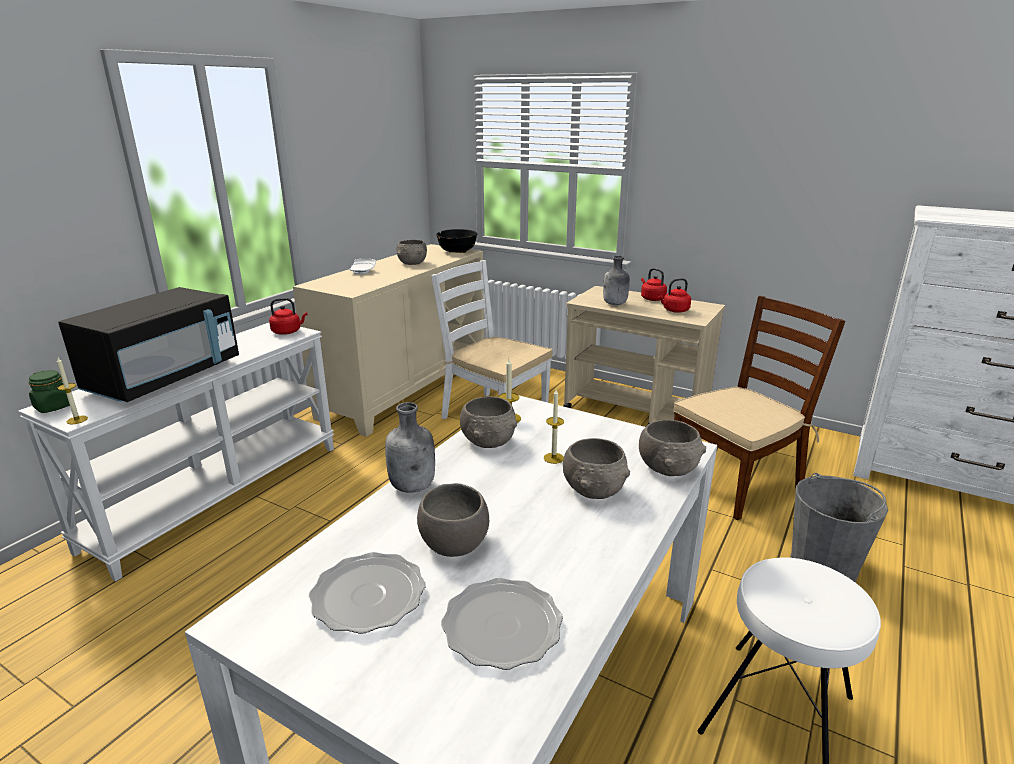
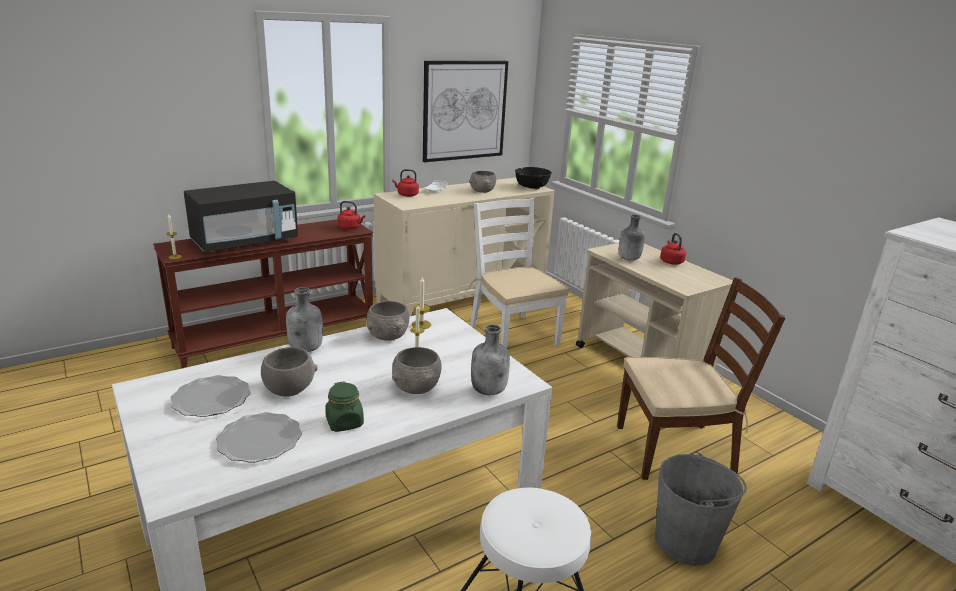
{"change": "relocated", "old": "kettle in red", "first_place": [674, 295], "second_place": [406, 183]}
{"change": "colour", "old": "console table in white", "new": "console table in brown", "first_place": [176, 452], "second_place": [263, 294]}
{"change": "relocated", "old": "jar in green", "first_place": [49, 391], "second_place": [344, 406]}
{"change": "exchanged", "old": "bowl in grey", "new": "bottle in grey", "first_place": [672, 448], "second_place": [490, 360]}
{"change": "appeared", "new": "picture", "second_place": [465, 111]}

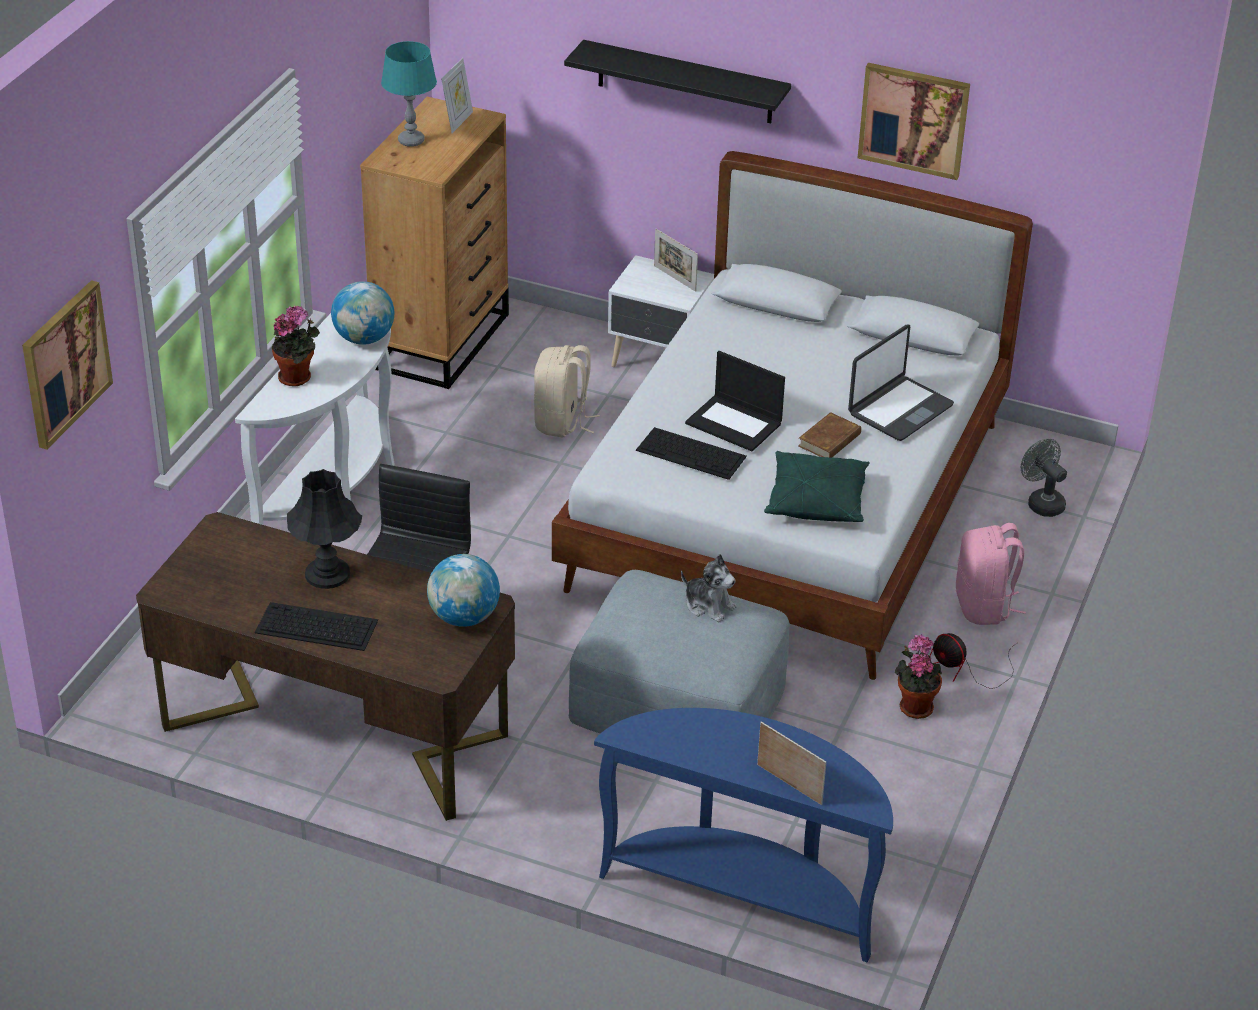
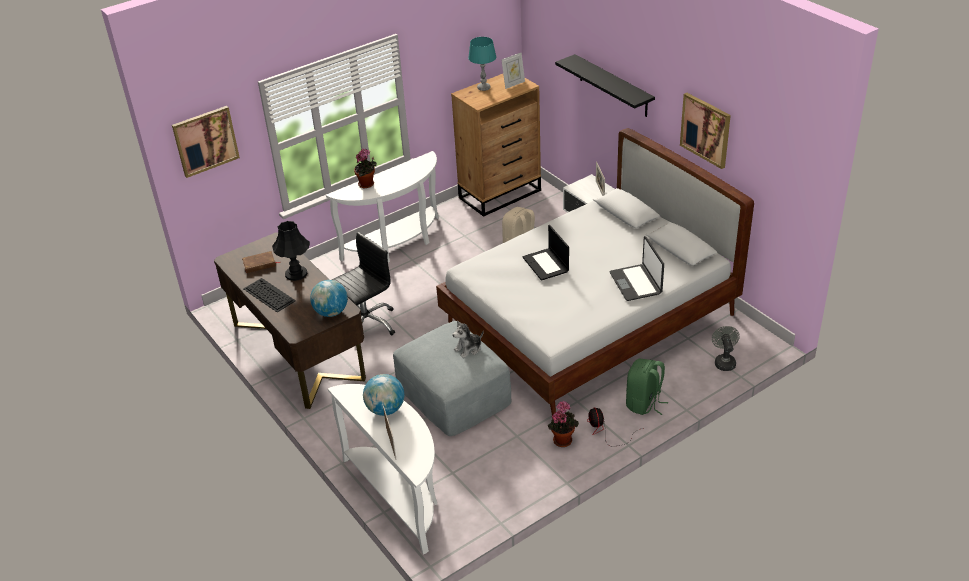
{"change": "relocated", "old": "globe", "first_place": [362, 313], "second_place": [383, 395]}
{"change": "spun", "old": "laptop", "first_place": [901, 383], "second_place": [637, 268], "degrees": 90}
{"change": "relocated", "old": "book in brown", "first_place": [829, 435], "second_place": [261, 262]}
{"change": "missing", "old": "keyboard", "first_place": [691, 453]}
{"change": "missing", "old": "pillow in green", "first_place": [817, 486]}
{"change": "colour", "old": "backpack in pink", "new": "backpack in green", "first_place": [991, 574], "second_place": [647, 387]}
{"change": "spun", "old": "plush toy", "first_place": [709, 588], "second_place": [467, 339], "degrees": 75}
{"change": "colour", "old": "console table in blue", "new": "console table in white", "first_place": [743, 835], "second_place": [382, 469]}

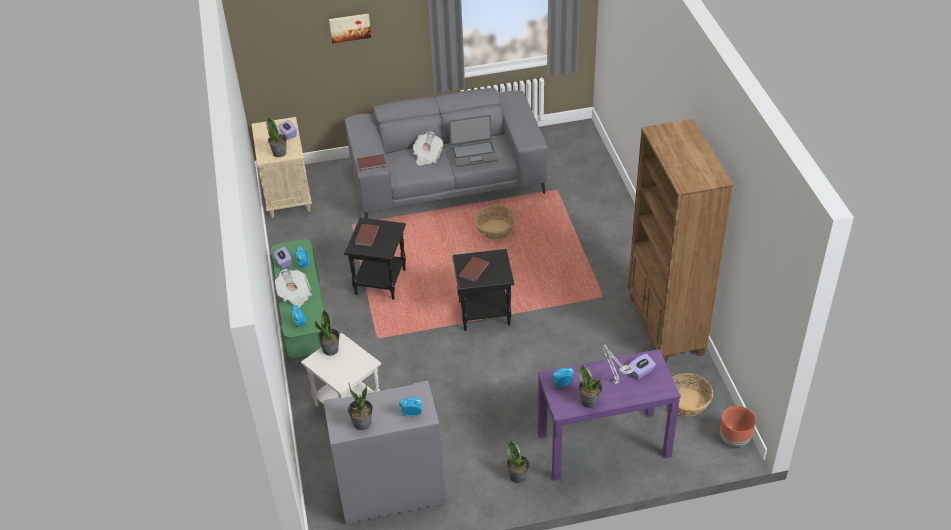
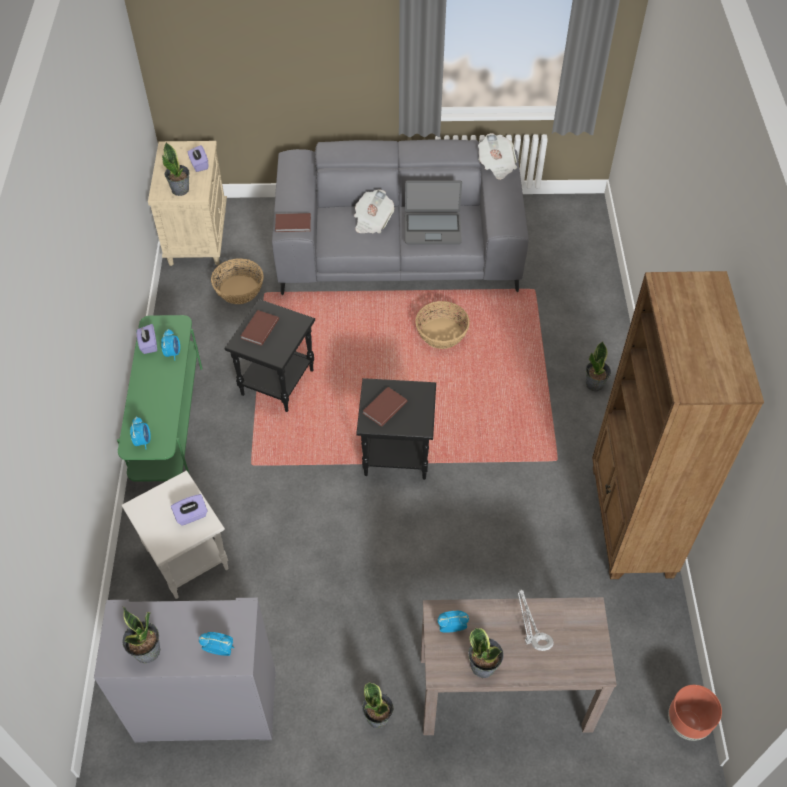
{"change": "missing", "old": "picture", "first_place": [350, 28]}
{"change": "relocated", "old": "newspaper", "first_place": [293, 288], "second_place": [497, 156]}
{"change": "relocated", "old": "potted plant", "first_place": [327, 332], "second_place": [598, 366]}
{"change": "colour", "old": "console table in purple", "new": "console table in brown", "first_place": [609, 415], "second_place": [519, 666]}
{"change": "relocated", "old": "tissue box in purple", "first_place": [642, 366], "second_place": [189, 510]}
{"change": "relocated", "old": "basket", "first_place": [692, 394], "second_place": [237, 281]}

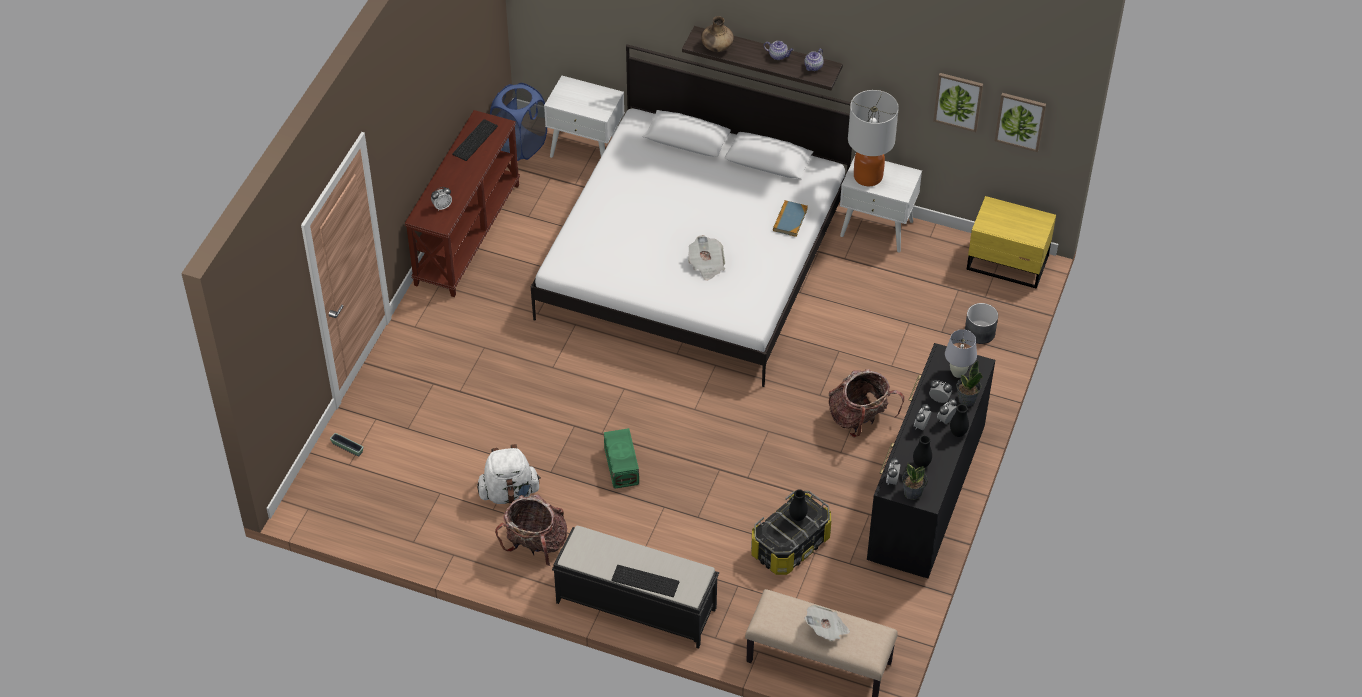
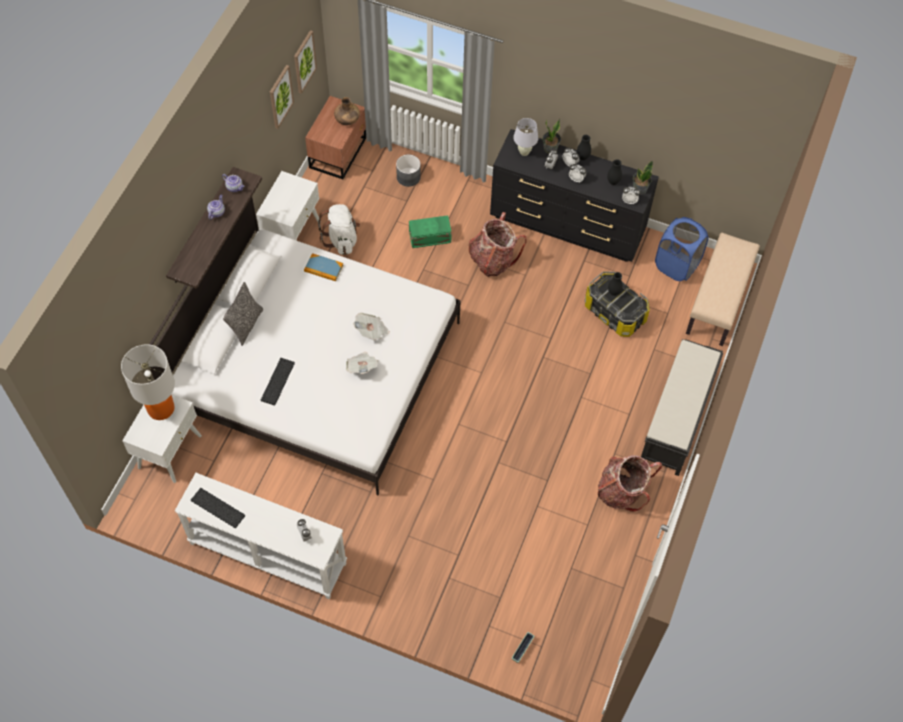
{"change": "relocated", "old": "vase in brown", "first_place": [717, 34], "second_place": [347, 111]}
{"change": "relocated", "old": "laundry basket in blue", "first_place": [518, 122], "second_place": [682, 249]}
{"change": "relocated", "old": "table lamp", "first_place": [873, 138], "second_place": [148, 382]}
{"change": "colour", "old": "console table in brown", "new": "console table in white", "first_place": [462, 203], "second_place": [261, 536]}
{"change": "colour", "old": "nightstand in yellow", "new": "nightstand in brown", "first_place": [1011, 242], "second_place": [335, 137]}
{"change": "relocated", "old": "storage box in green", "first_place": [621, 458], "second_place": [430, 231]}
{"change": "relocated", "old": "backpack in white", "first_place": [509, 474], "second_place": [339, 229]}
{"change": "relocated", "old": "keyboard", "first_place": [645, 581], "second_place": [278, 382]}
{"change": "relocated", "old": "newspaper", "first_place": [827, 623], "second_place": [362, 363]}
{"change": "appeared", "new": "pillow", "second_place": [243, 314]}

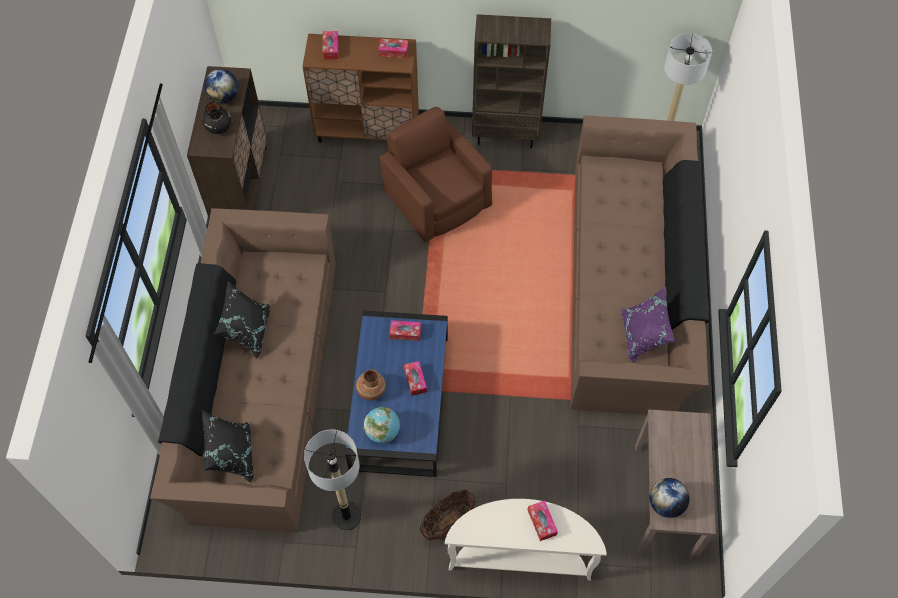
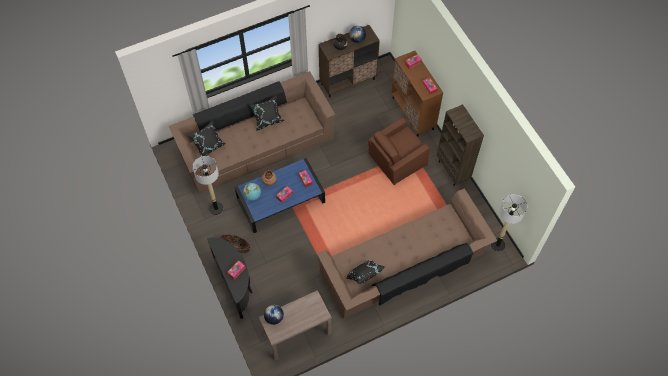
{"change": "spun", "old": "armchair in brown", "first_place": [436, 175], "second_place": [399, 151], "degrees": -150}
{"change": "colour", "old": "pillow in purple", "new": "pillow in black", "first_place": [648, 325], "second_place": [365, 272]}
{"change": "colour", "old": "console table in white", "new": "console table in black", "first_place": [526, 540], "second_place": [229, 278]}

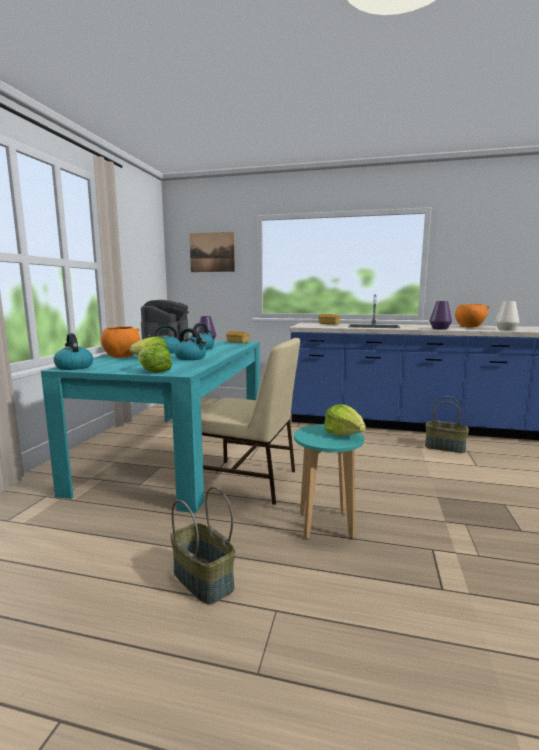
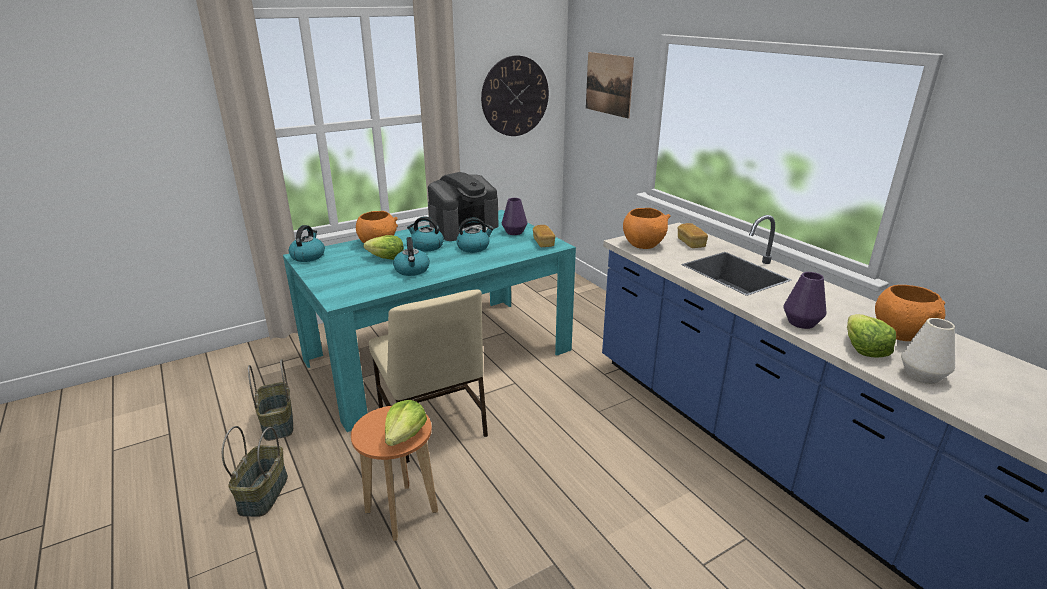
{"change": "relocated", "old": "lettuce", "first_place": [155, 359], "second_place": [871, 336]}
{"change": "relocated", "old": "basket", "first_place": [447, 424], "second_place": [270, 400]}
{"change": "colour", "old": "stool in turquoise", "new": "stool in orange", "first_place": [329, 482], "second_place": [394, 473]}
{"change": "appeared", "new": "wall clock", "second_place": [515, 95]}
{"change": "appeared", "new": "bowl in orange", "second_place": [647, 228]}

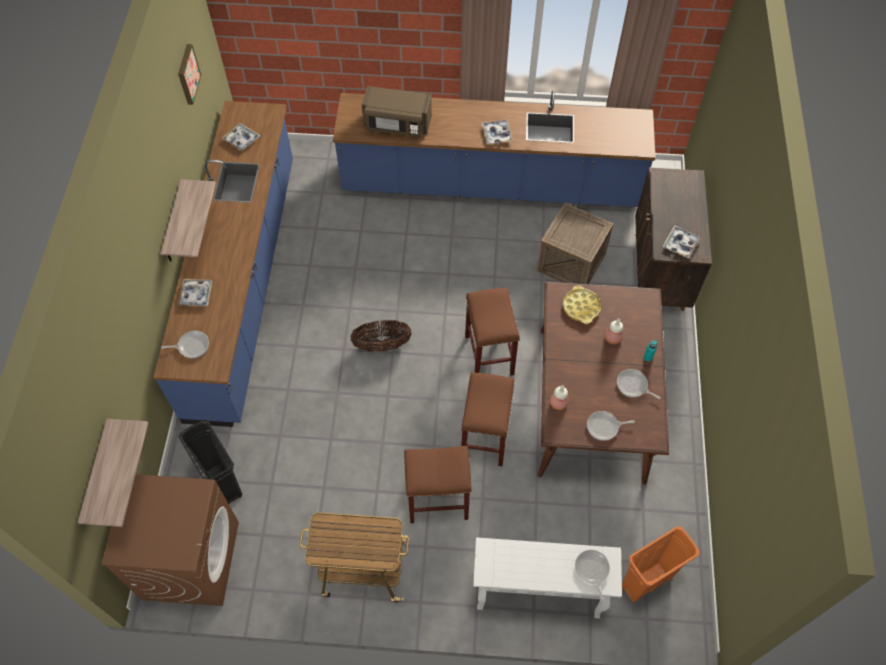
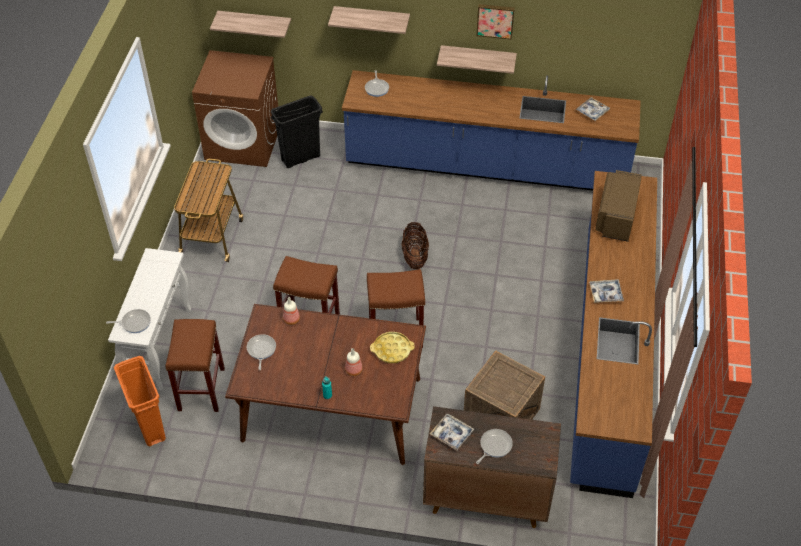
{"change": "relocated", "old": "picture", "first_place": [189, 74], "second_place": [495, 22]}
{"change": "missing", "old": "tray", "first_place": [195, 292]}
{"change": "relocated", "old": "frying pan", "first_place": [639, 384], "second_place": [494, 446]}
{"change": "relocated", "old": "stool in brown", "first_place": [438, 485], "second_place": [195, 365]}
{"change": "appeared", "new": "shelf", "second_place": [369, 20]}

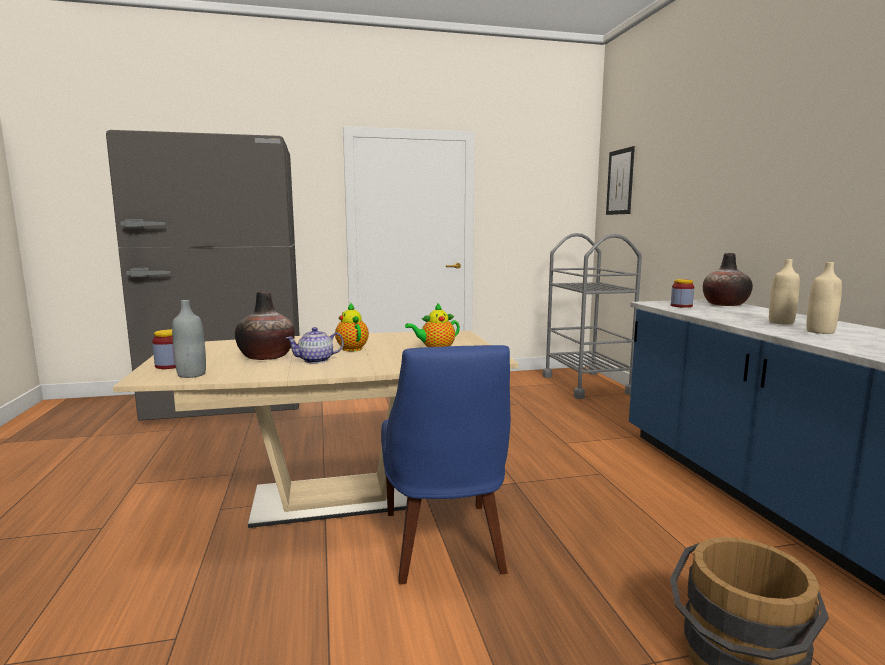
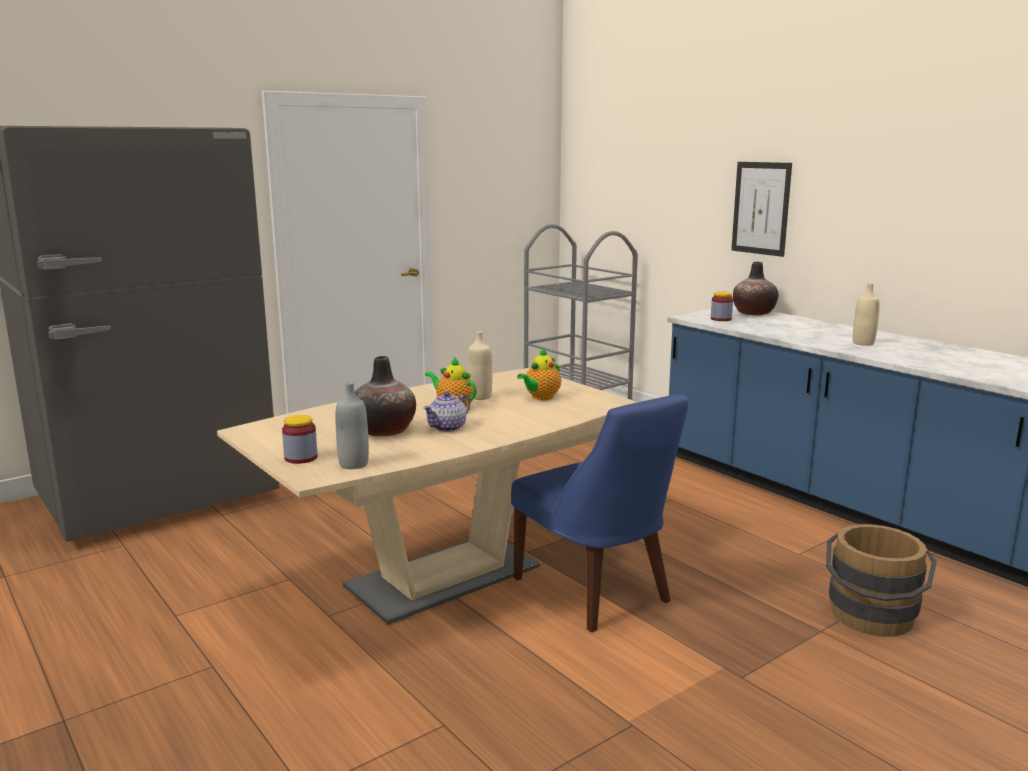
{"change": "relocated", "old": "picture", "first_place": [620, 180], "second_place": [761, 209]}
{"change": "relocated", "old": "bottle in beige", "first_place": [784, 292], "second_place": [479, 365]}

